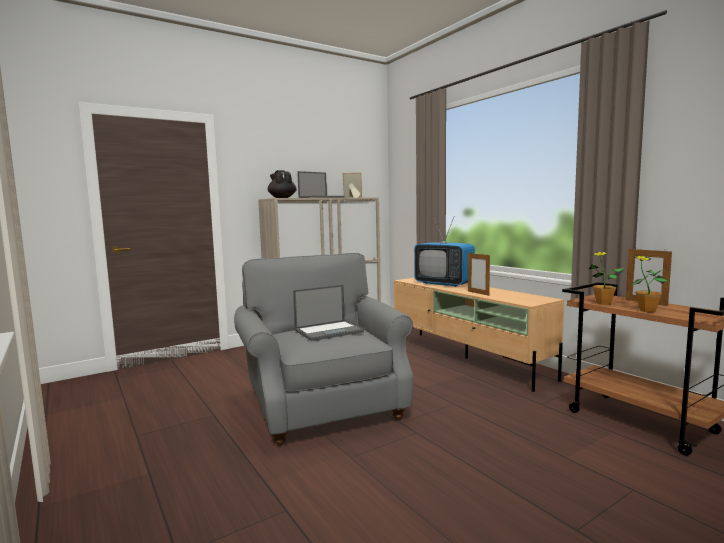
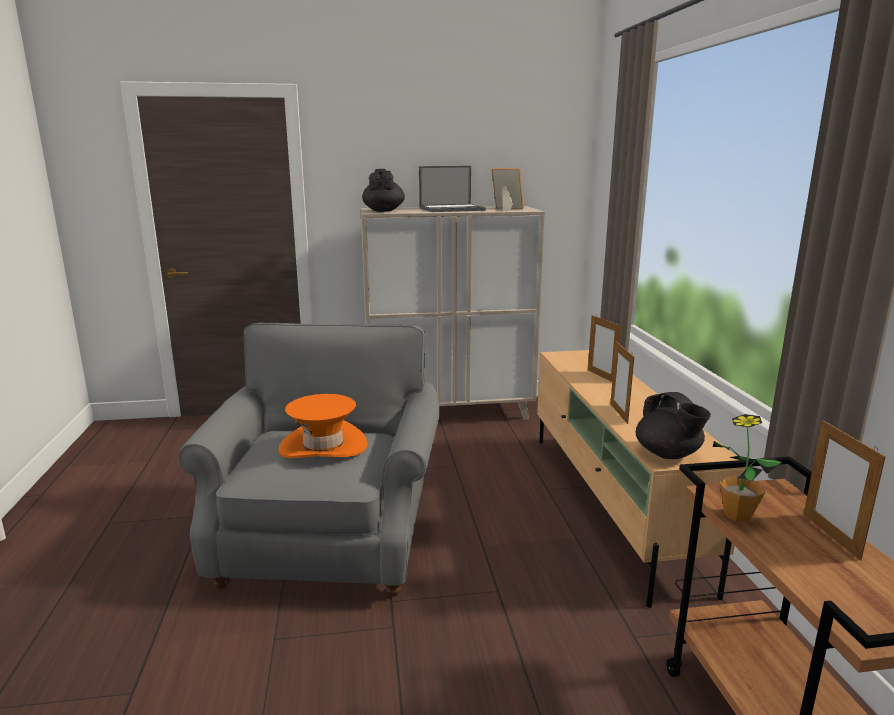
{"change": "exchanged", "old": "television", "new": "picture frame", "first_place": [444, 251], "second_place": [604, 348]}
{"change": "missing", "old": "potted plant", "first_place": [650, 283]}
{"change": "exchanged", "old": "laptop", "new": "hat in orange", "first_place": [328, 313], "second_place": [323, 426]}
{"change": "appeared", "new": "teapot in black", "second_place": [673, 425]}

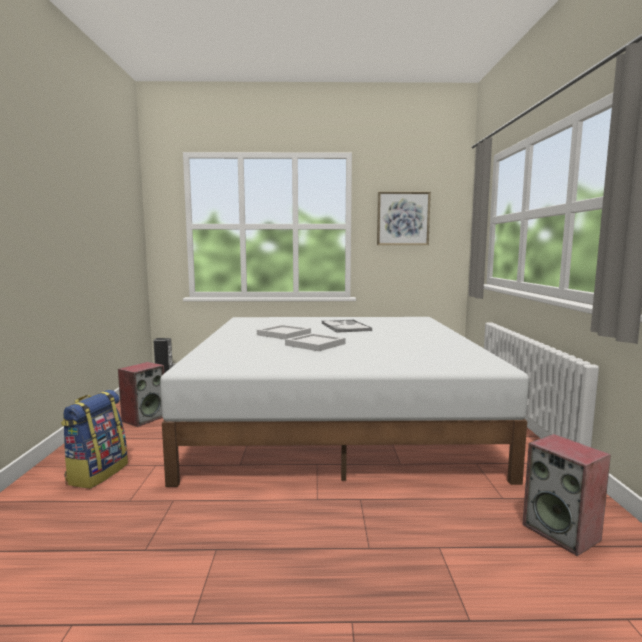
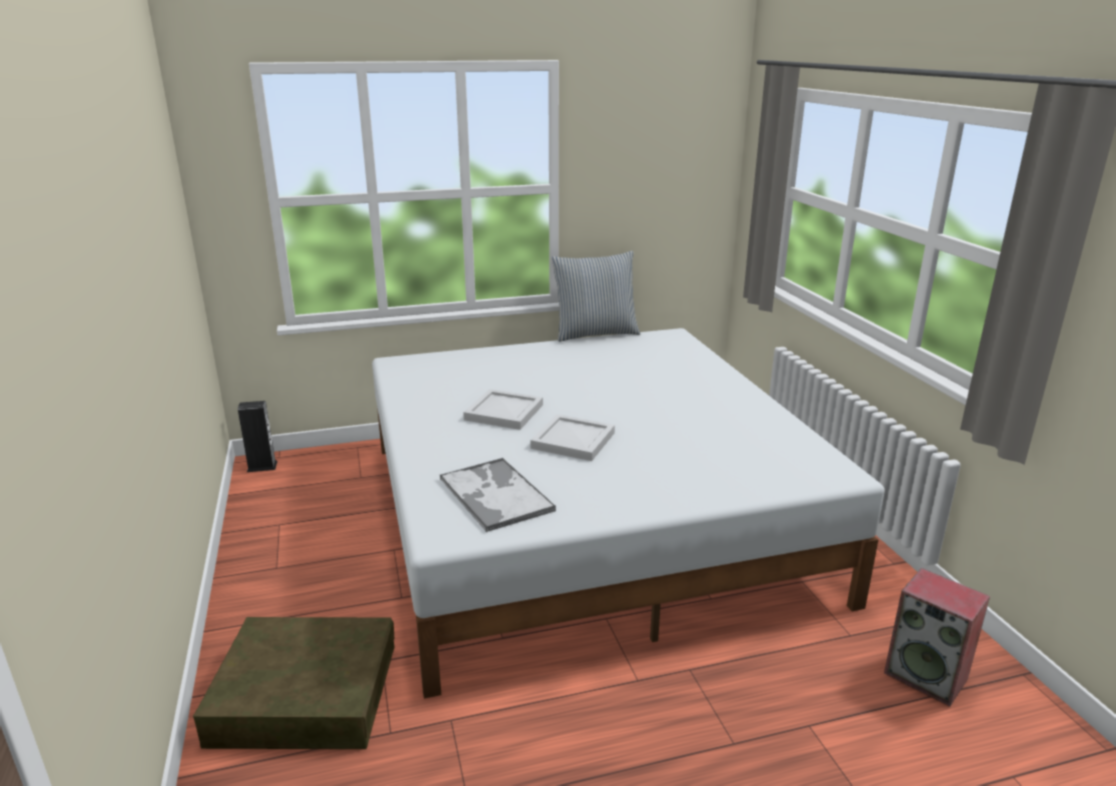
{"change": "missing", "old": "picture", "first_place": [404, 218]}
{"change": "relocated", "old": "tray", "first_place": [347, 326], "second_place": [497, 495]}
{"change": "missing", "old": "speaker", "first_place": [141, 394]}
{"change": "exchanged", "old": "backpack", "new": "storage box in brown", "first_place": [94, 439], "second_place": [294, 683]}
{"change": "appeared", "new": "pillow", "second_place": [595, 296]}

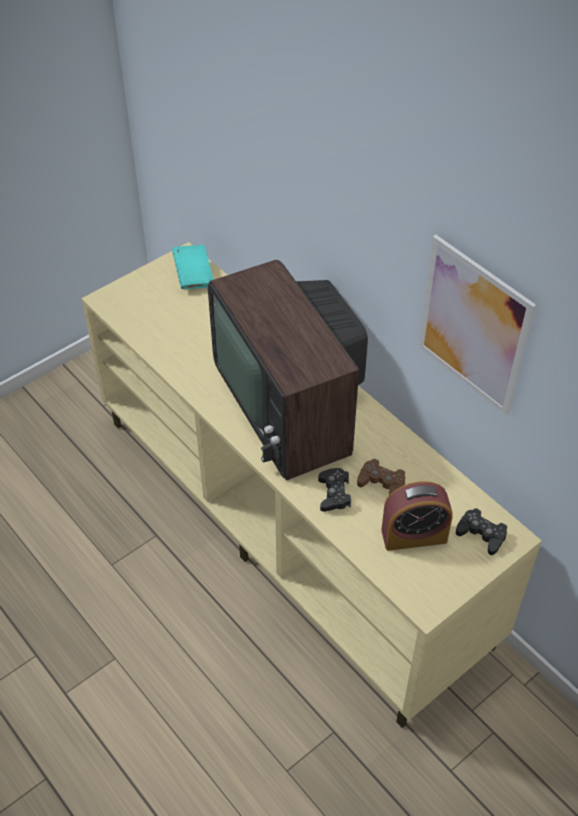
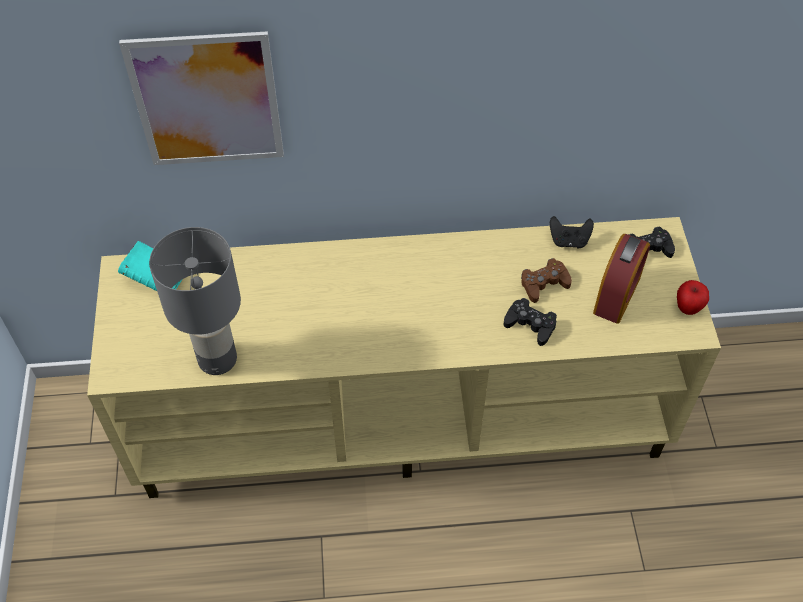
{"change": "relocated", "old": "picture", "first_place": [477, 325], "second_place": [201, 98]}
{"change": "missing", "old": "television", "first_place": [288, 370]}
{"change": "appeared", "new": "game controller in black", "second_place": [572, 232]}
{"change": "appeared", "new": "table lamp in grey", "second_place": [195, 301]}
{"change": "appeared", "new": "apple", "second_place": [693, 297]}

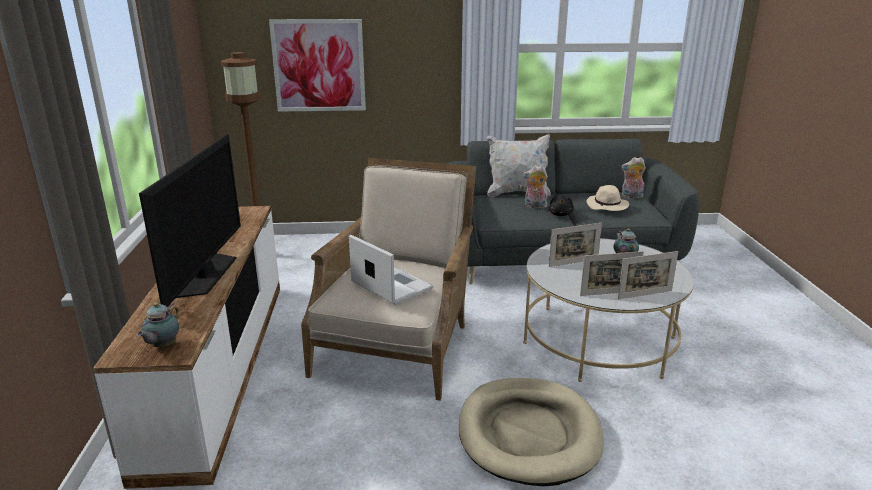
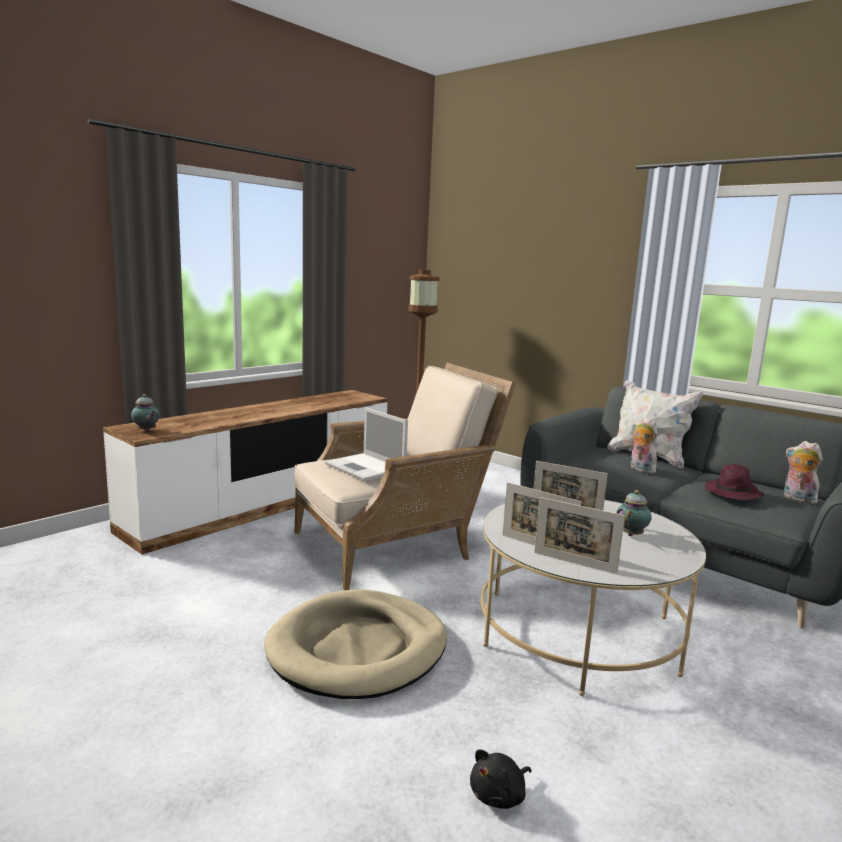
{"change": "missing", "old": "picture", "first_place": [317, 65]}
{"change": "missing", "old": "television", "first_place": [190, 220]}
{"change": "colour", "old": "hat in beige", "new": "hat in purple", "first_place": [608, 198], "second_place": [735, 482]}
{"change": "relocated", "old": "plush toy in black", "first_place": [561, 206], "second_place": [500, 779]}
{"change": "spun", "old": "laptop", "first_place": [391, 270], "second_place": [366, 444], "degrees": 135}
{"change": "spun", "old": "teapot", "first_place": [158, 325], "second_place": [145, 413], "degrees": -105}

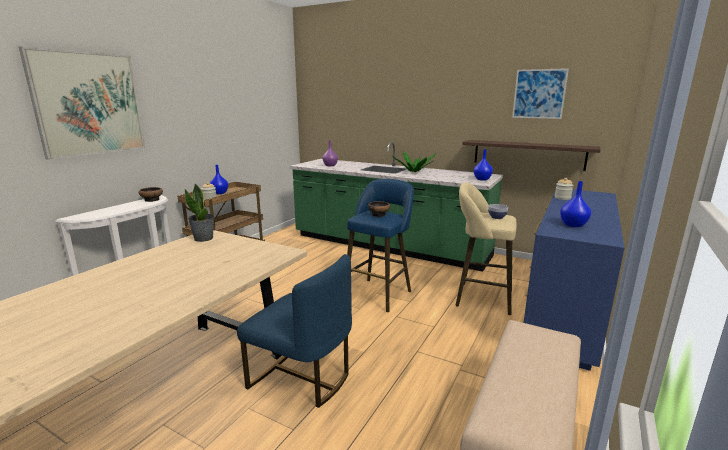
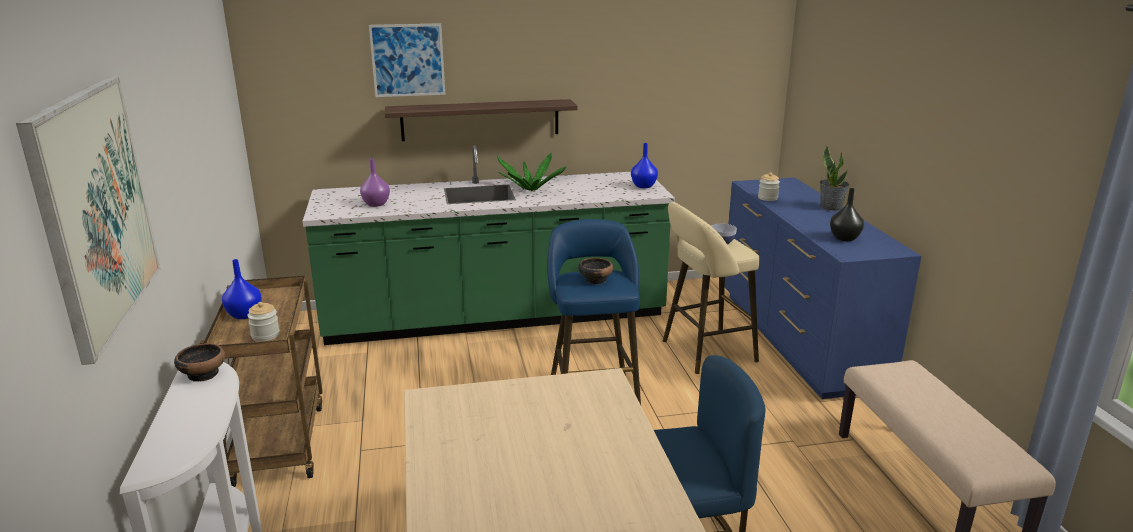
{"change": "relocated", "old": "picture", "first_place": [540, 93], "second_place": [407, 60]}
{"change": "relocated", "old": "shelf", "first_place": [531, 155], "second_place": [481, 120]}
{"change": "colour", "old": "vase in blue", "new": "vase in black", "first_place": [575, 204], "second_place": [847, 214]}
{"change": "relocated", "old": "potted plant", "first_place": [200, 212], "second_place": [834, 178]}

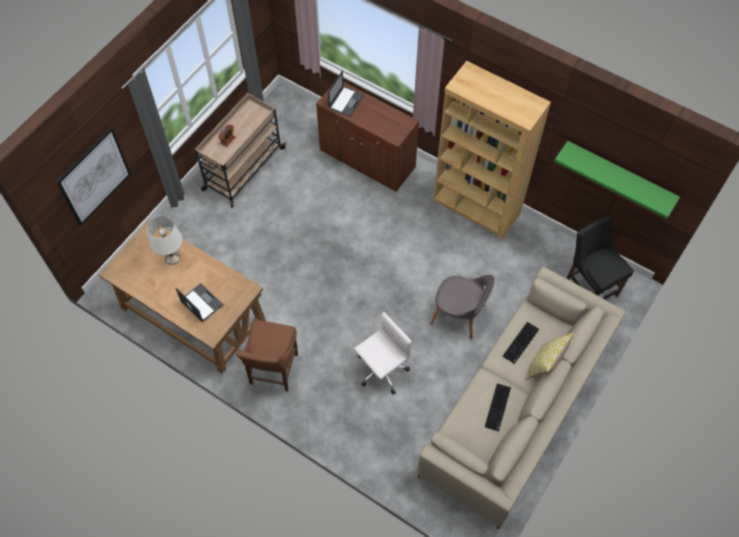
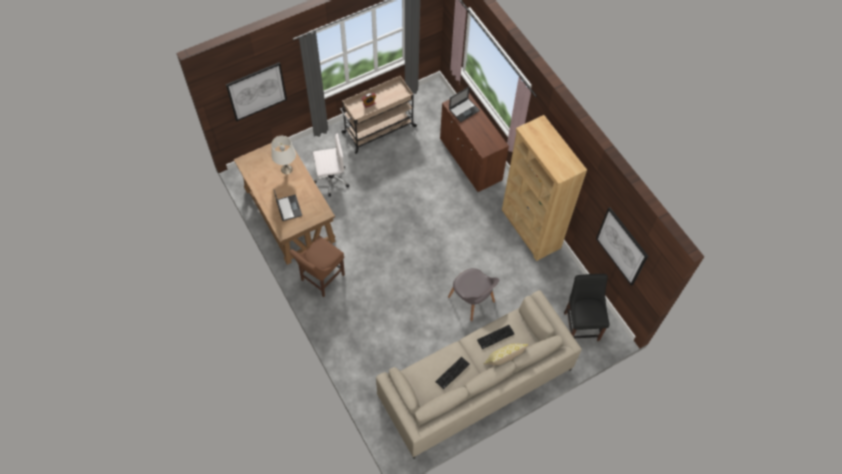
{"change": "exchanged", "old": "shelf in green", "new": "picture", "first_place": [617, 180], "second_place": [622, 246]}
{"change": "relocated", "old": "office chair in white", "first_place": [383, 353], "second_place": [331, 165]}

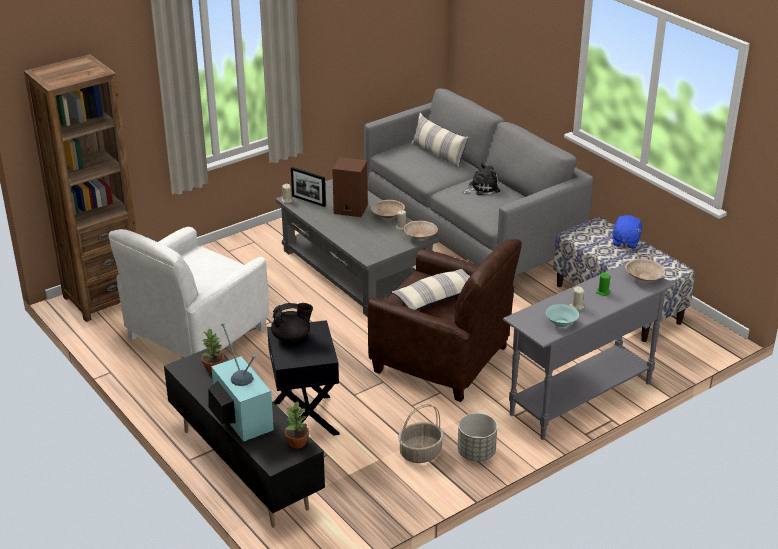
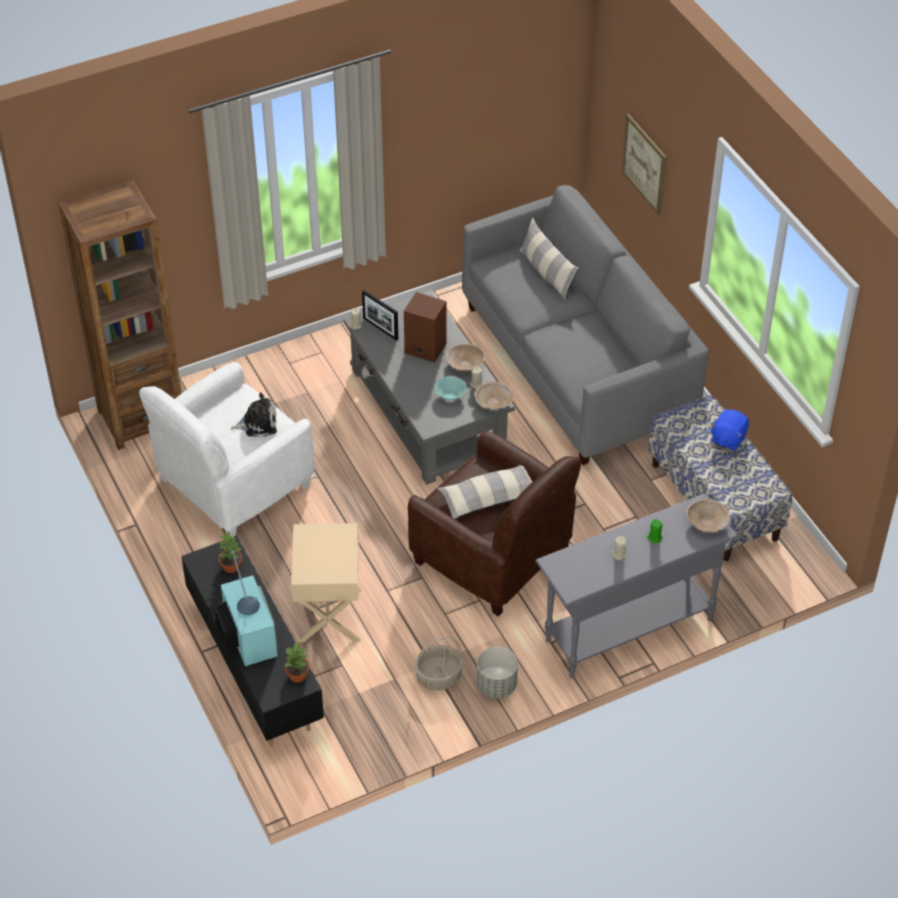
{"change": "relocated", "old": "plush toy", "first_place": [481, 179], "second_place": [254, 414]}
{"change": "missing", "old": "teapot in black", "first_place": [292, 322]}
{"change": "relocated", "old": "bowl in turquoise", "first_place": [562, 316], "second_place": [450, 388]}
{"change": "colour", "old": "side table in black", "new": "side table in beige", "first_place": [303, 378], "second_place": [326, 583]}
{"change": "appeared", "new": "picture", "second_place": [644, 164]}

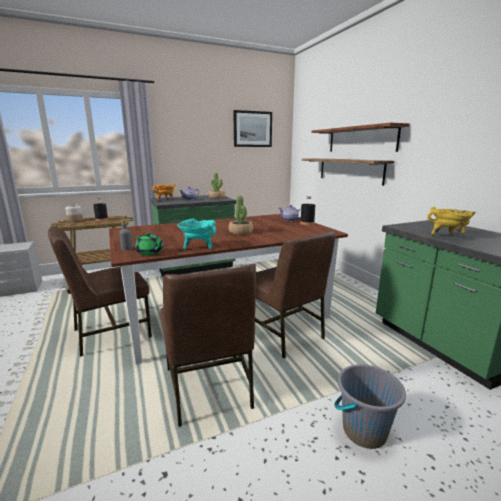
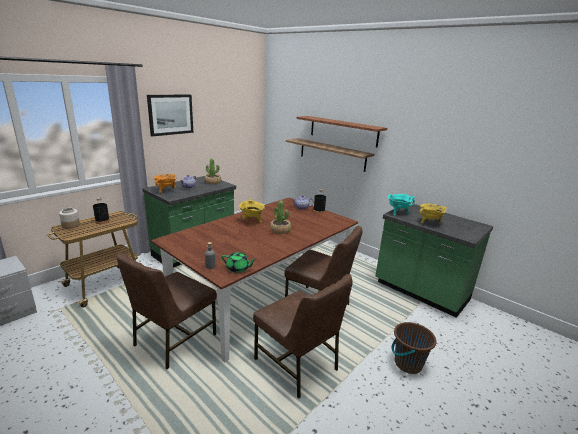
{"change": "relocated", "old": "picture", "first_place": [252, 128], "second_place": [170, 115]}
{"change": "relocated", "old": "cooking pot in turquoise", "first_place": [196, 234], "second_place": [401, 205]}
{"change": "colour", "old": "bucket in grey", "new": "bucket in brown", "first_place": [370, 406], "second_place": [414, 348]}
{"change": "appeared", "new": "cooking pot in yellow", "second_place": [252, 210]}

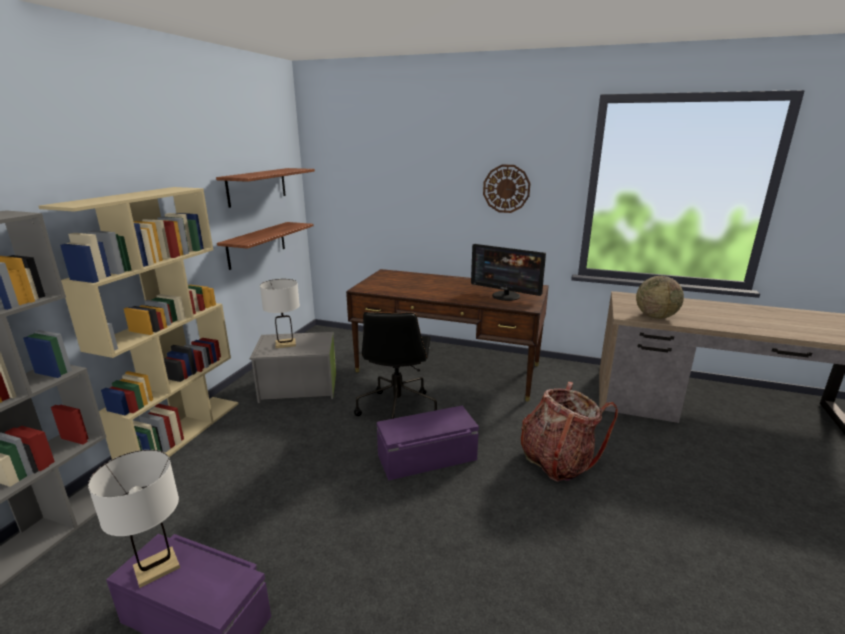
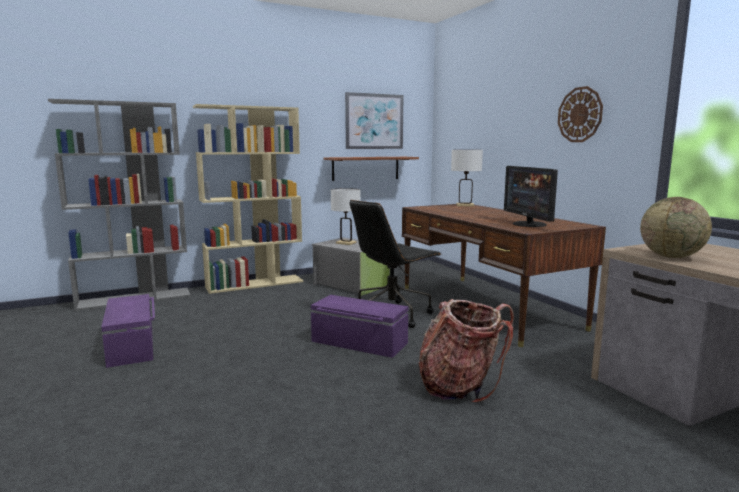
{"change": "exchanged", "old": "shelf", "new": "picture", "first_place": [265, 188], "second_place": [374, 120]}
{"change": "relocated", "old": "table lamp in white", "first_place": [134, 519], "second_place": [467, 178]}

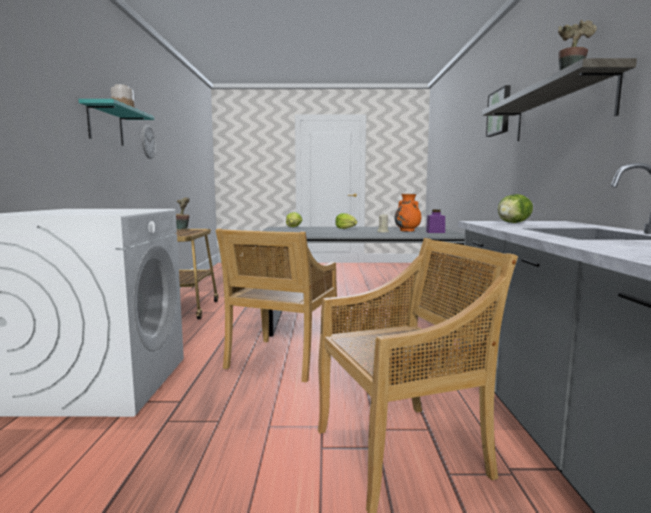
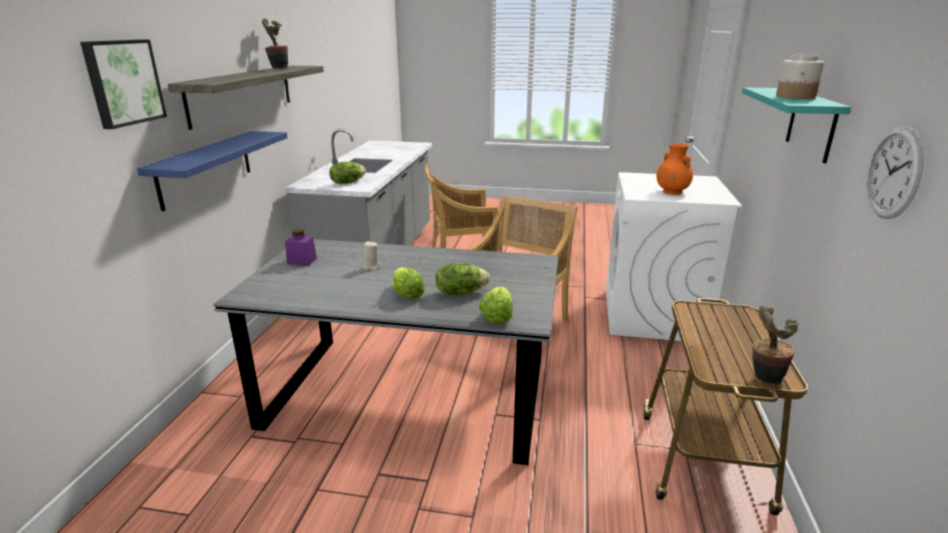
{"change": "relocated", "old": "vase in orange", "first_place": [407, 212], "second_place": [675, 169]}
{"change": "appeared", "new": "shelf in blue", "second_place": [212, 171]}
{"change": "appeared", "new": "lettuce", "second_place": [463, 279]}

